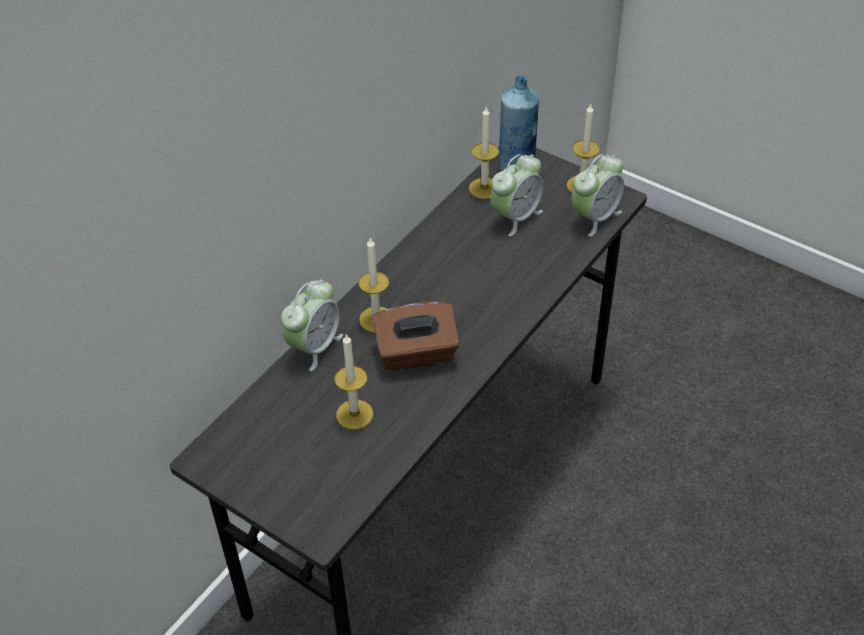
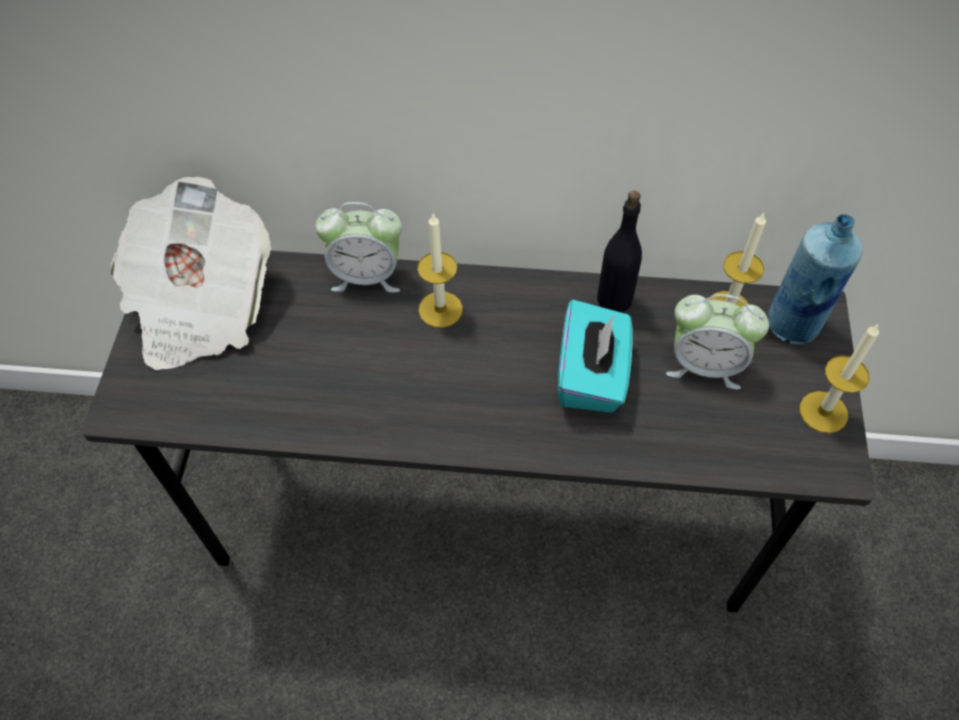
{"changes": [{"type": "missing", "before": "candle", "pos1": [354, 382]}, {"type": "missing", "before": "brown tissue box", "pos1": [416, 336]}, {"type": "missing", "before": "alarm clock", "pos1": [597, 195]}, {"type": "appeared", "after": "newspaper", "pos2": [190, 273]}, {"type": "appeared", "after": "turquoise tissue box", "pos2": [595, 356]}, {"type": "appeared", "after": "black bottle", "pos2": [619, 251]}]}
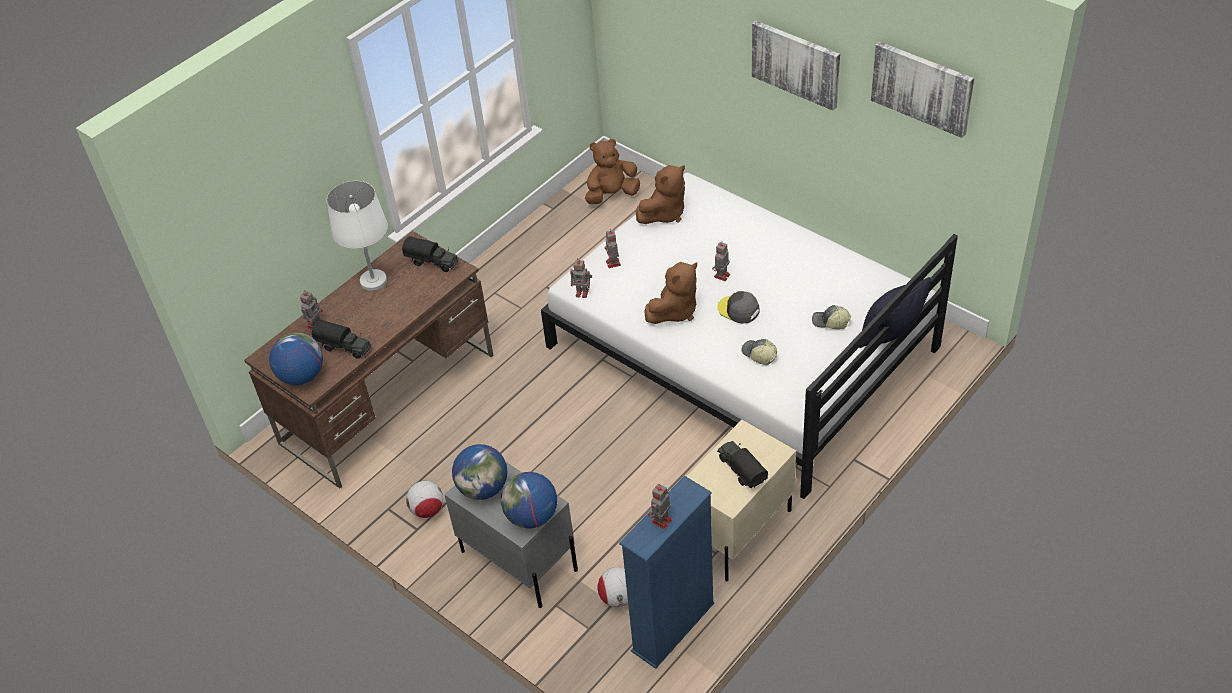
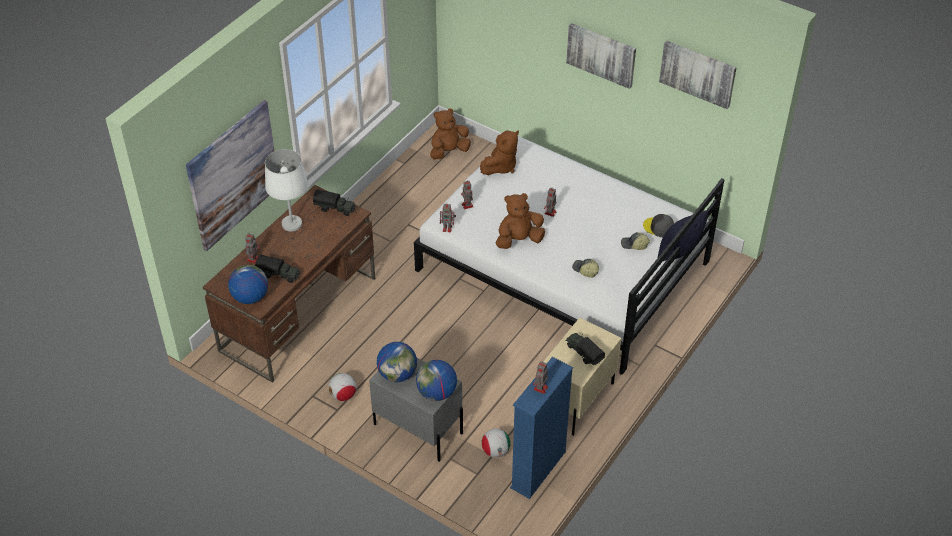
{"changes": [{"type": "spun", "before": "brown plush toy", "pos1": [670, 293], "pos2": [520, 221], "turn": -150}, {"type": "relocated", "before": "grey cap", "pos1": [738, 307], "pos2": [658, 225]}, {"type": "appeared", "after": "picture", "pos2": [230, 175]}]}
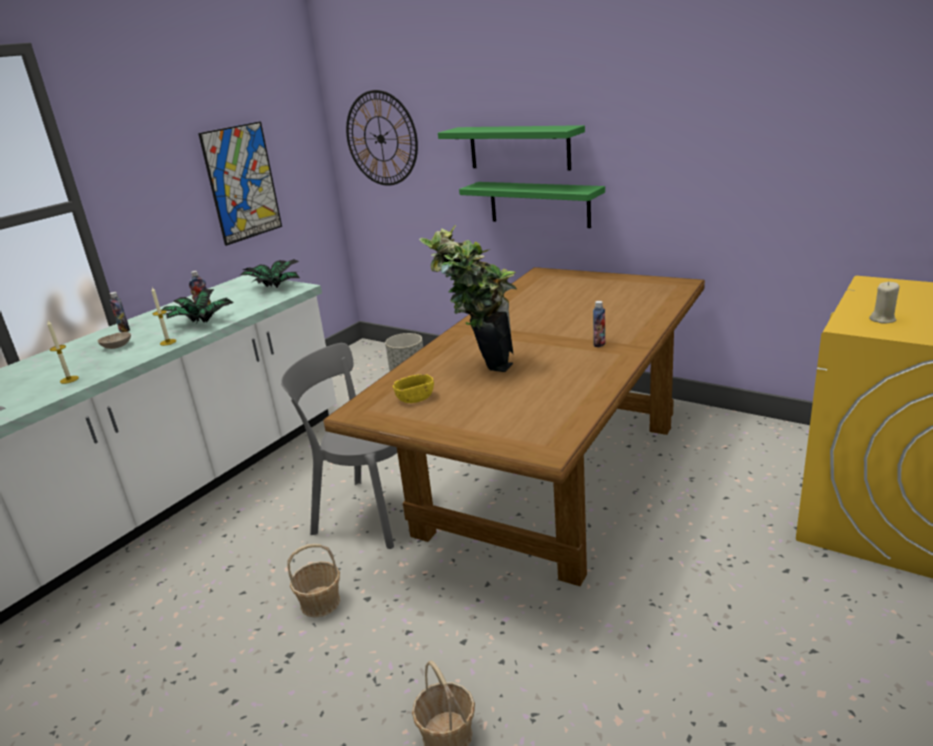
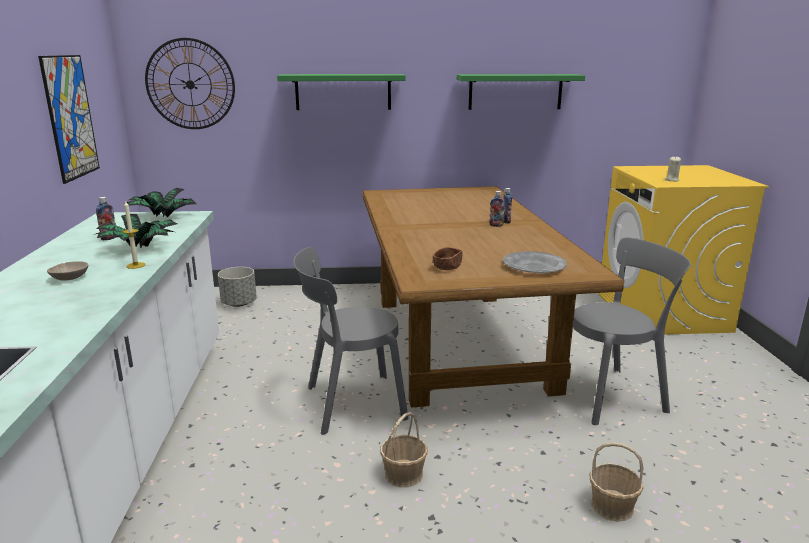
{"changes": [{"type": "missing", "before": "candle", "pos1": [63, 352]}, {"type": "relocated", "before": "bottle", "pos1": [120, 312], "pos2": [497, 209]}, {"type": "colour", "before": "yellow bowl", "after": "brown bowl", "pos1": [413, 388], "pos2": [448, 258]}, {"type": "missing", "before": "potted plant", "pos1": [468, 298]}, {"type": "relocated", "before": "green shelf", "pos1": [532, 205], "pos2": [521, 92]}, {"type": "appeared", "after": "grey plate", "pos2": [535, 262]}, {"type": "appeared", "after": "grey chair", "pos2": [632, 331]}]}
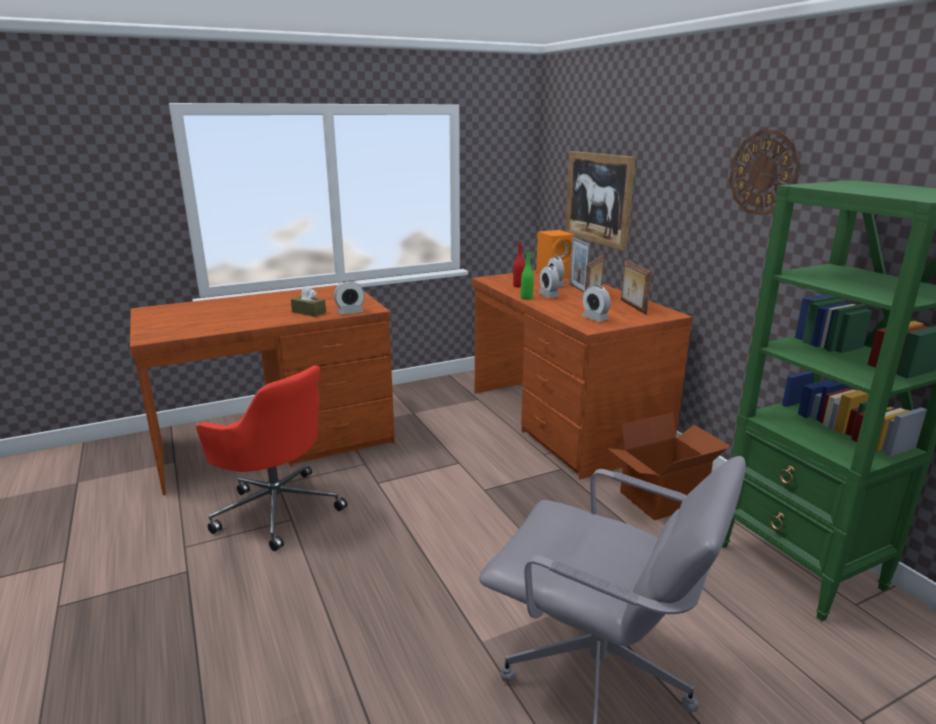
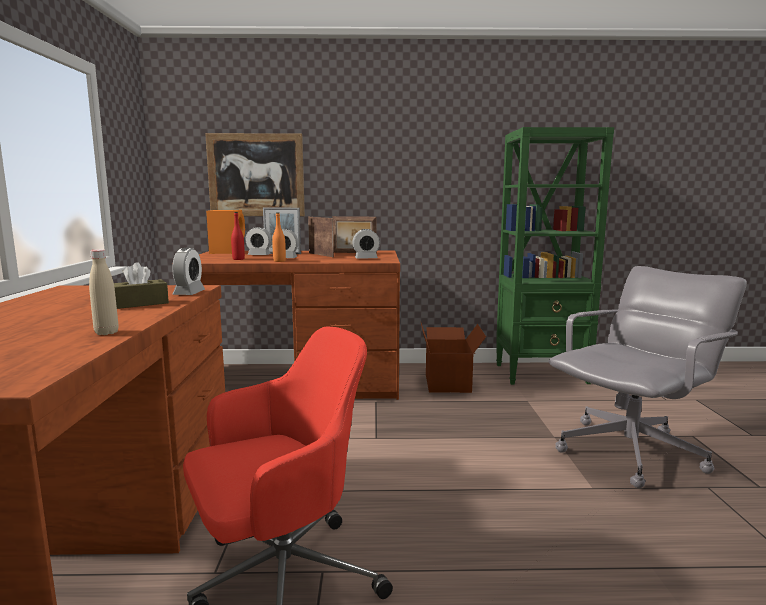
{"changes": [{"type": "colour", "before": "green bottle", "after": "orange bottle", "pos1": [527, 275], "pos2": [279, 237]}, {"type": "missing", "before": "wall clock", "pos1": [765, 173]}, {"type": "appeared", "after": "beige bottle", "pos2": [104, 292]}]}
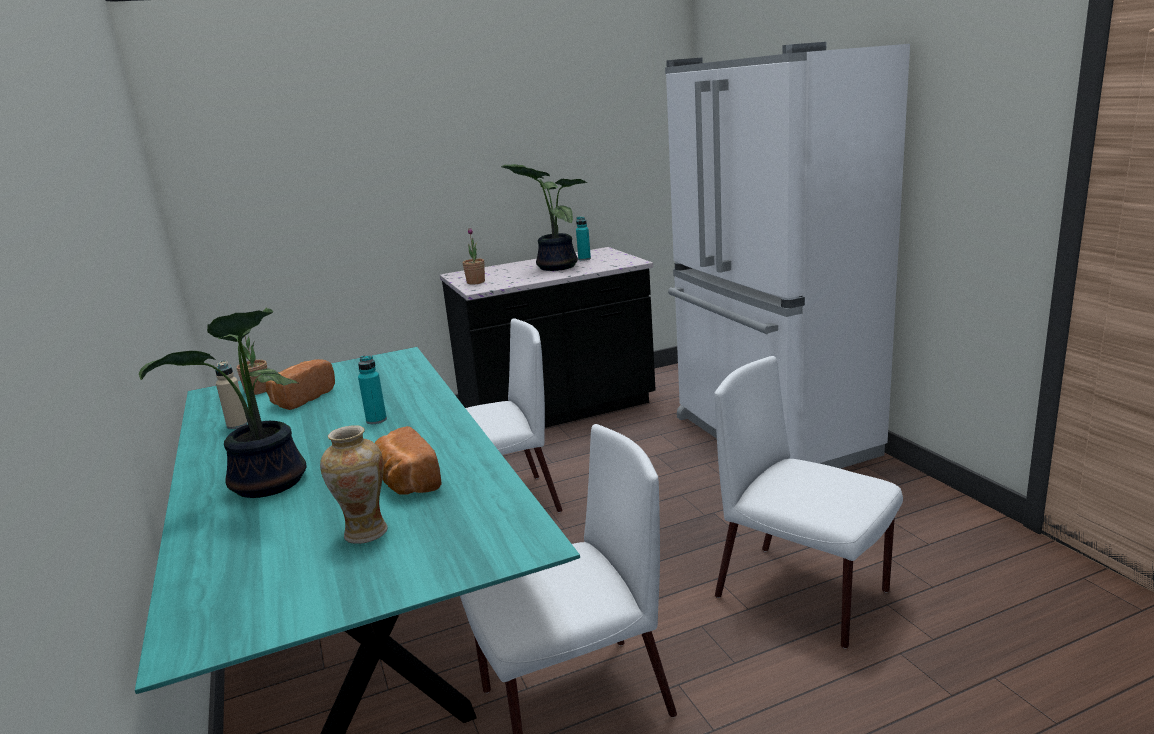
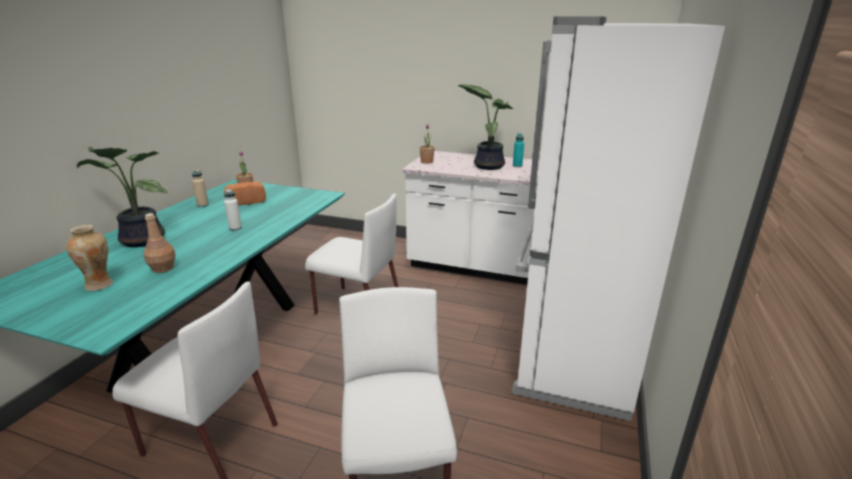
{"changes": [{"type": "colour", "before": "turquoise bottle", "after": "white bottle", "pos1": [372, 390], "pos2": [233, 209]}, {"type": "exchanged", "before": "bread", "after": "brown bottle", "pos1": [408, 460], "pos2": [159, 243]}, {"type": "colour", "before": "black counter", "after": "white counter", "pos1": [548, 337], "pos2": [471, 218]}]}
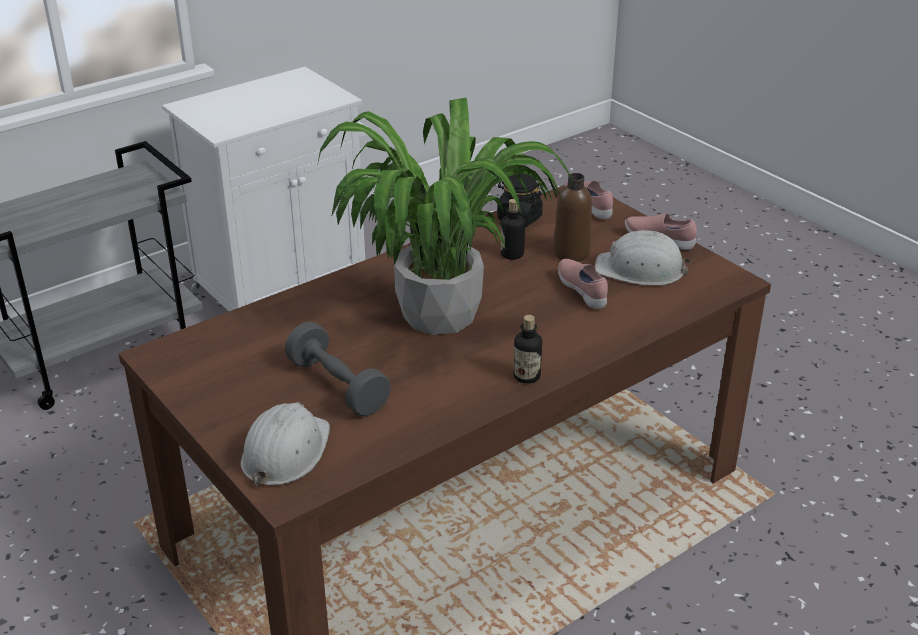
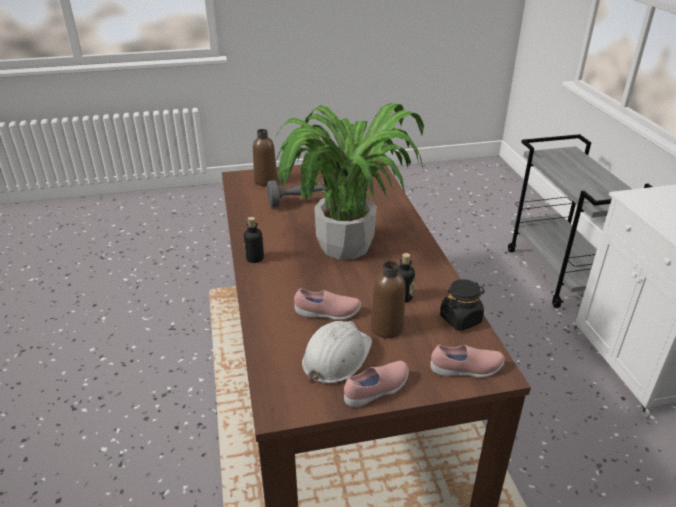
{"changes": [{"type": "exchanged", "before": "white hard hat", "after": "brown bottle", "pos1": [285, 445], "pos2": [265, 157]}]}
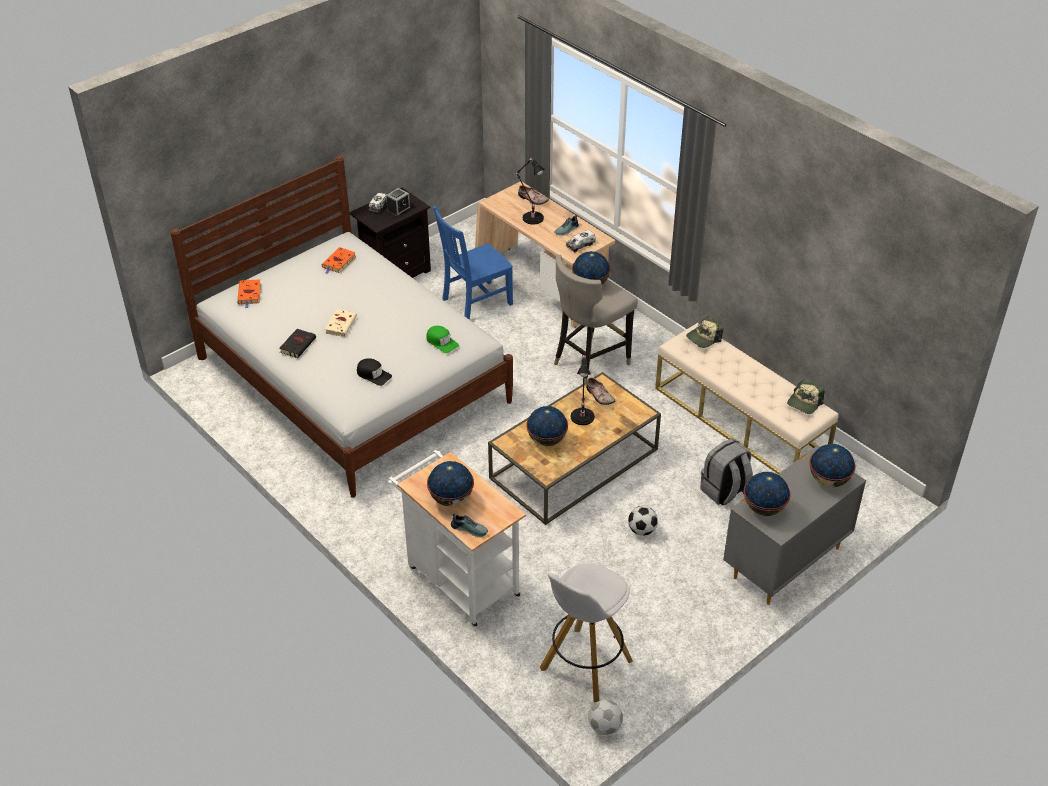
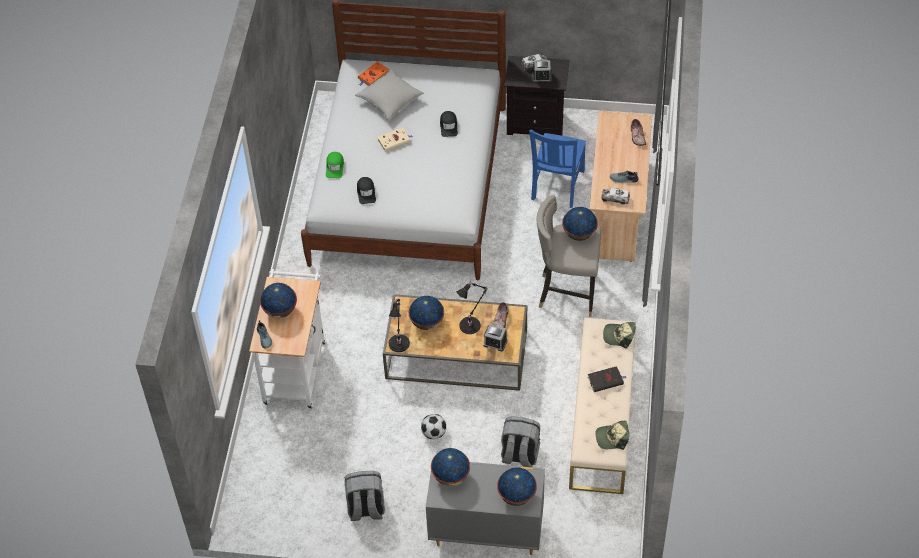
{"changes": [{"type": "relocated", "before": "black book", "pos1": [297, 343], "pos2": [607, 379]}, {"type": "missing", "before": "orange book", "pos1": [339, 260]}, {"type": "relocated", "before": "green cap", "pos1": [442, 339], "pos2": [335, 165]}, {"type": "spun", "before": "blue chair", "pos1": [473, 263], "pos2": [557, 169], "turn": -90}, {"type": "relocated", "before": "black table lamp", "pos1": [529, 191], "pos2": [399, 325]}, {"type": "missing", "before": "white stool", "pos1": [586, 633]}, {"type": "missing", "before": "football", "pos1": [605, 717]}, {"type": "appeared", "after": "grey backpack", "pos2": [365, 496]}, {"type": "appeared", "after": "grey pillow", "pos2": [389, 95]}, {"type": "appeared", "after": "black cap", "pos2": [449, 124]}, {"type": "appeared", "after": "alarm clock", "pos2": [495, 338]}]}
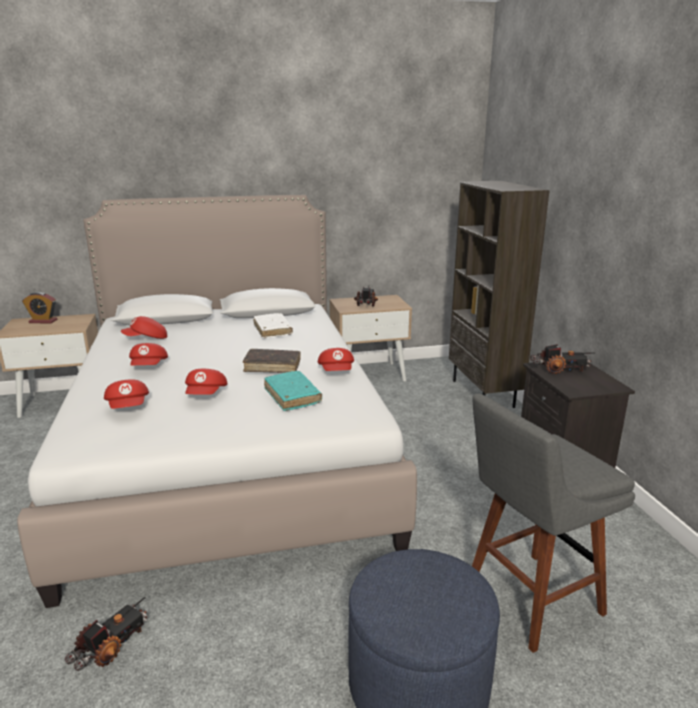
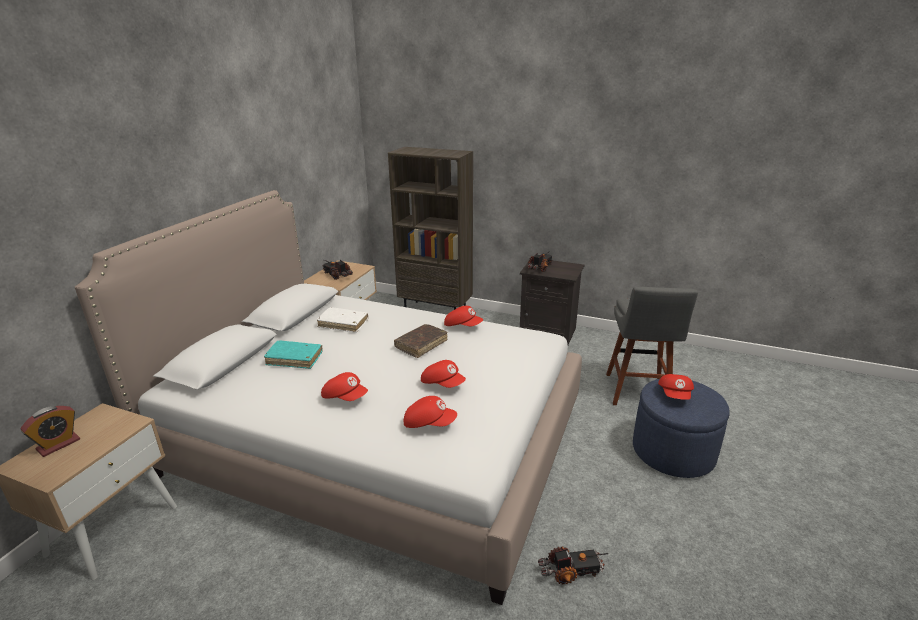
{"changes": [{"type": "spun", "before": "toy truck", "pos1": [106, 634], "pos2": [573, 566], "turn": 105}, {"type": "relocated", "before": "red cap", "pos1": [144, 327], "pos2": [676, 387]}, {"type": "relocated", "before": "turquoise book", "pos1": [293, 391], "pos2": [293, 355]}]}
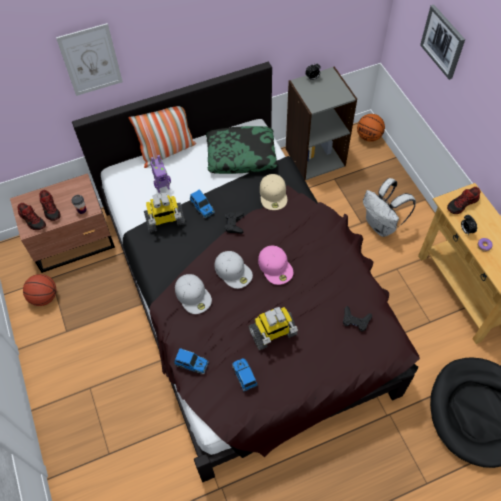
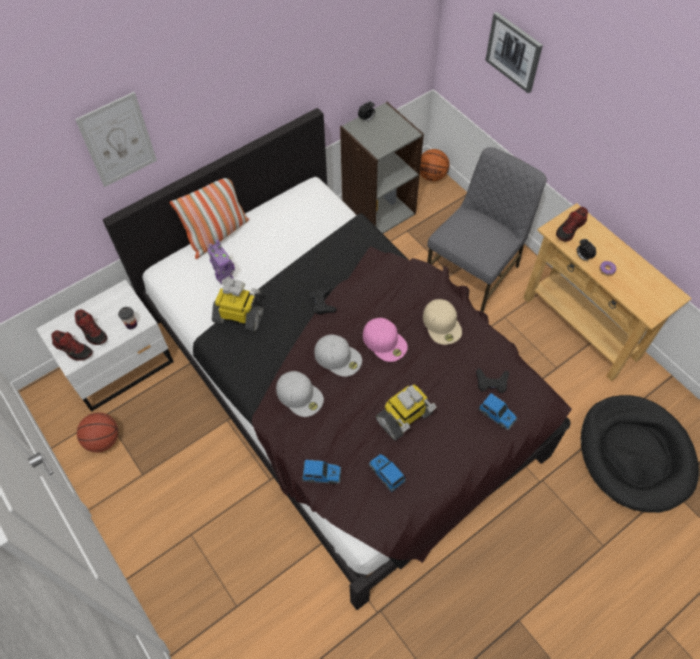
{"changes": [{"type": "colour", "before": "brown nightstand", "after": "white nightstand", "pos1": [62, 223], "pos2": [105, 345]}, {"type": "spun", "before": "toy robot", "pos1": [164, 213], "pos2": [238, 305], "turn": -135}, {"type": "relocated", "before": "toy car", "pos1": [202, 204], "pos2": [497, 411]}, {"type": "missing", "before": "pillow", "pos1": [241, 150]}, {"type": "relocated", "before": "beige cap", "pos1": [273, 192], "pos2": [442, 322]}, {"type": "exchanged", "before": "white backpack", "after": "grey chair", "pos1": [389, 207], "pos2": [487, 229]}]}
